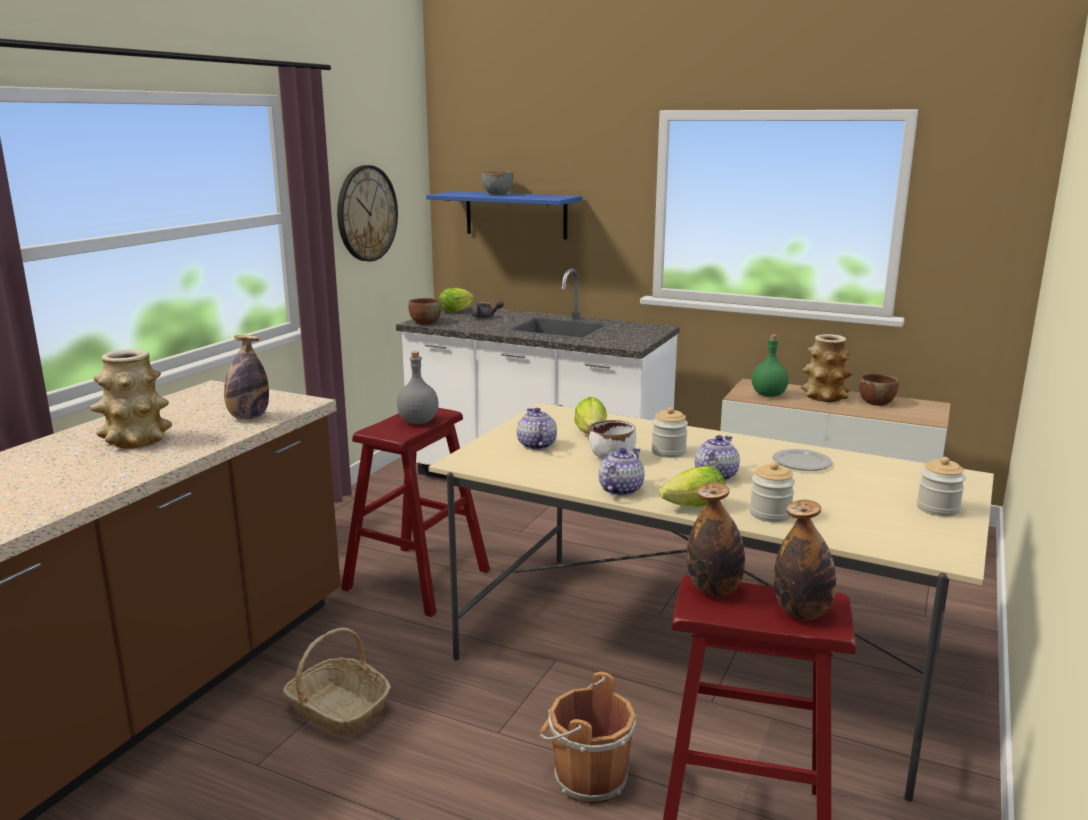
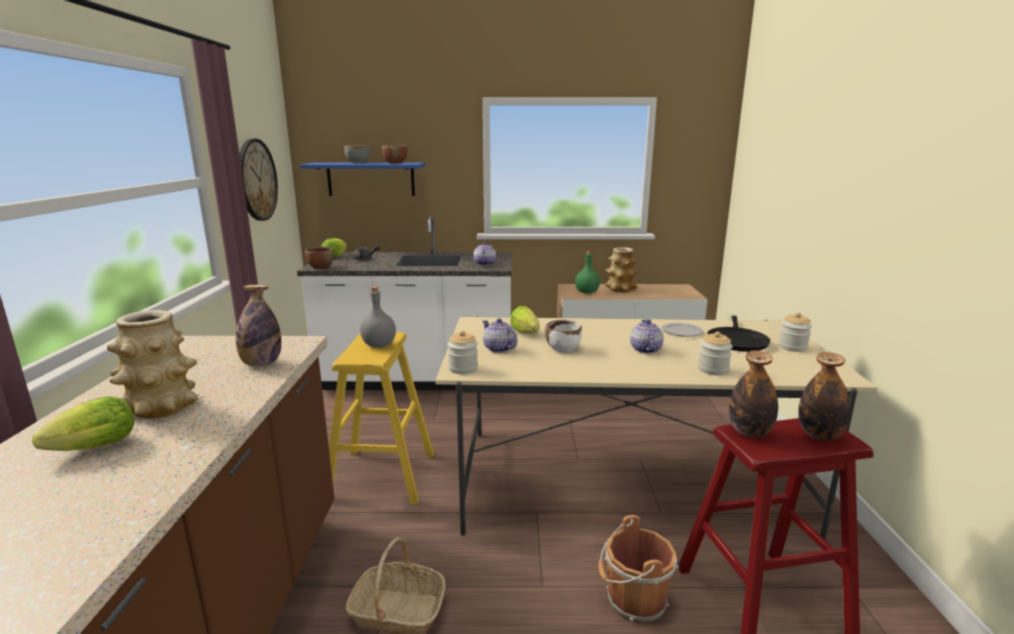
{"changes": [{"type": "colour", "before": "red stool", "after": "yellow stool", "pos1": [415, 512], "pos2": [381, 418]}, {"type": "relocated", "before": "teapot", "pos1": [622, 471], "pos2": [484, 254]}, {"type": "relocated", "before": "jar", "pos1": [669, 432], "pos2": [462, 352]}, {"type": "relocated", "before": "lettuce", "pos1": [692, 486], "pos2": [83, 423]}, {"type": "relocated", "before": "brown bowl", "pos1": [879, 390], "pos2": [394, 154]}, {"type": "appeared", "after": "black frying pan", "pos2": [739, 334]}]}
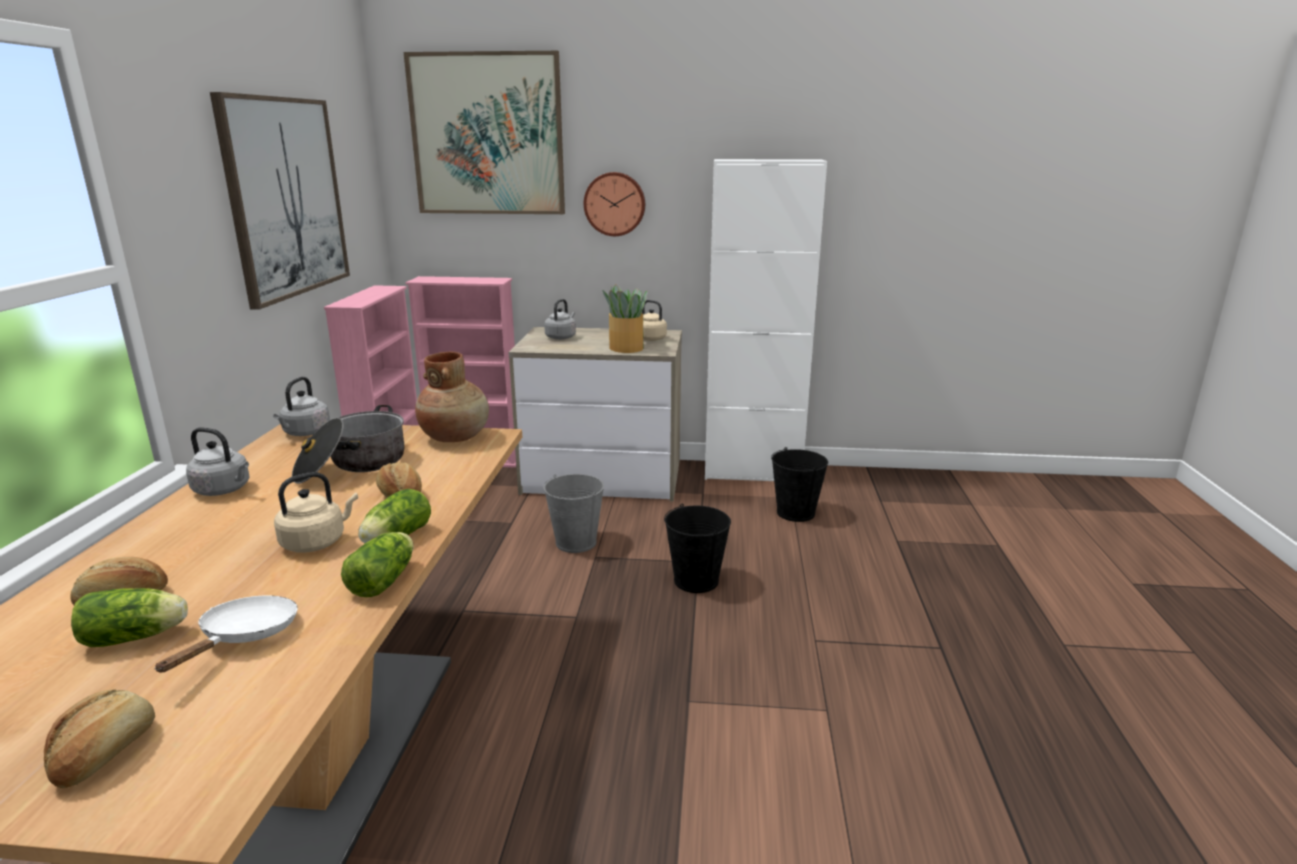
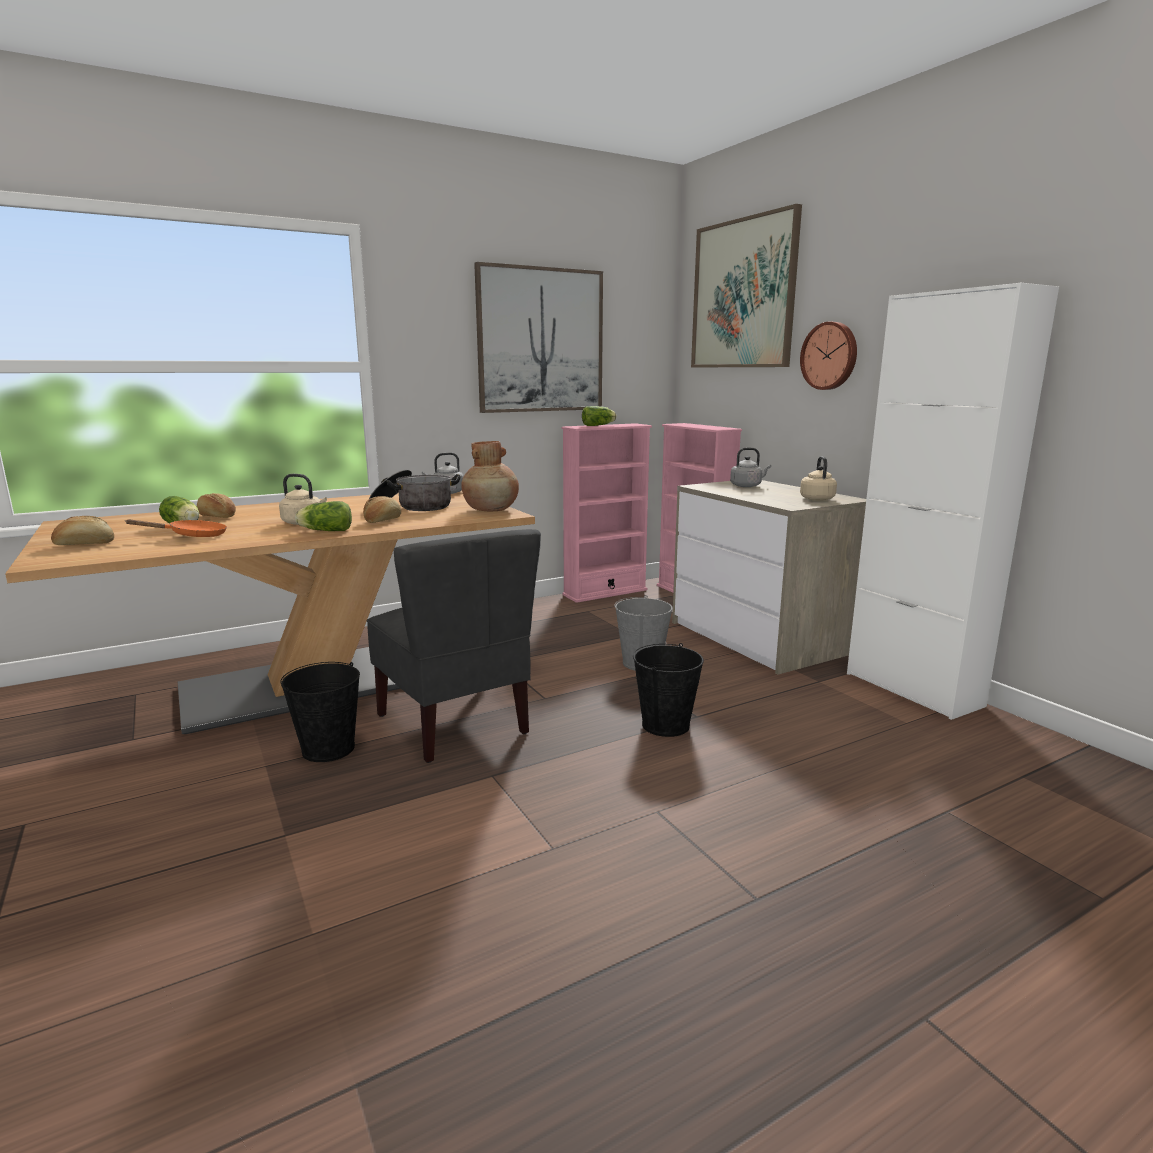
{"changes": [{"type": "colour", "before": "white frying pan", "after": "orange frying pan", "pos1": [226, 633], "pos2": [176, 528]}, {"type": "missing", "before": "grey kettle", "pos1": [217, 461]}, {"type": "relocated", "before": "lettuce", "pos1": [377, 564], "pos2": [599, 416]}, {"type": "missing", "before": "potted plant", "pos1": [625, 318]}, {"type": "relocated", "before": "black bucket", "pos1": [799, 484], "pos2": [320, 712]}, {"type": "appeared", "after": "grey chair", "pos2": [454, 646]}]}
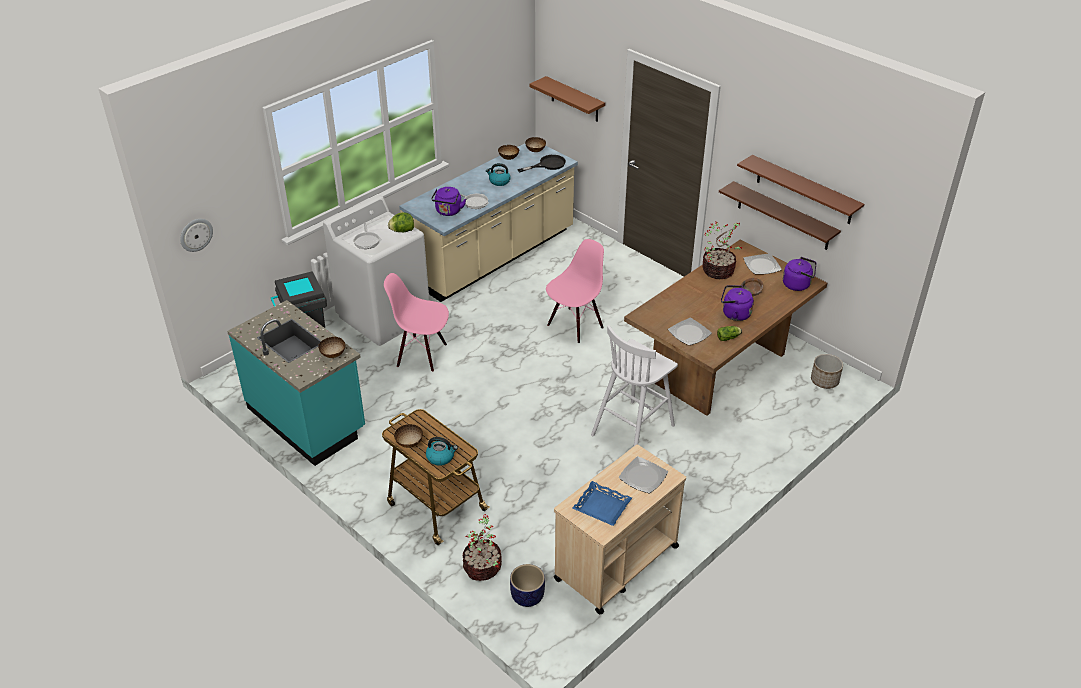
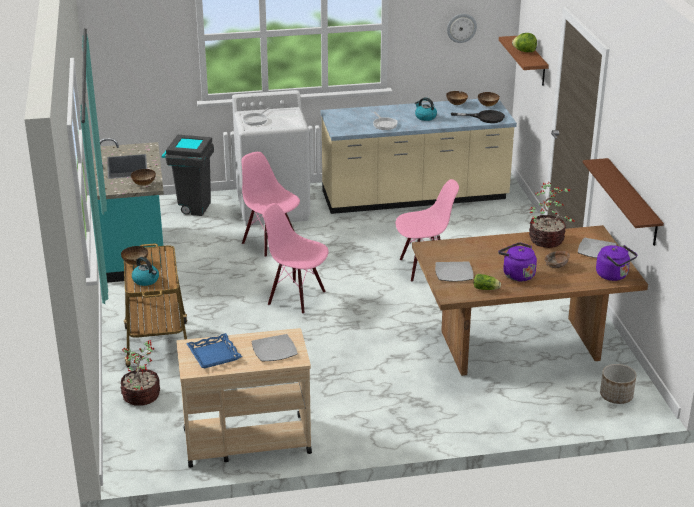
{"changes": [{"type": "relocated", "before": "wall clock", "pos1": [196, 235], "pos2": [462, 28]}, {"type": "relocated", "before": "lettuce", "pos1": [401, 222], "pos2": [524, 42]}, {"type": "missing", "before": "purple kettle", "pos1": [448, 201]}, {"type": "missing", "before": "planter", "pos1": [527, 585]}, {"type": "missing", "before": "white stool", "pos1": [634, 385]}, {"type": "missing", "before": "brown shelf", "pos1": [801, 189]}, {"type": "appeared", "after": "pink chair", "pos2": [295, 258]}]}
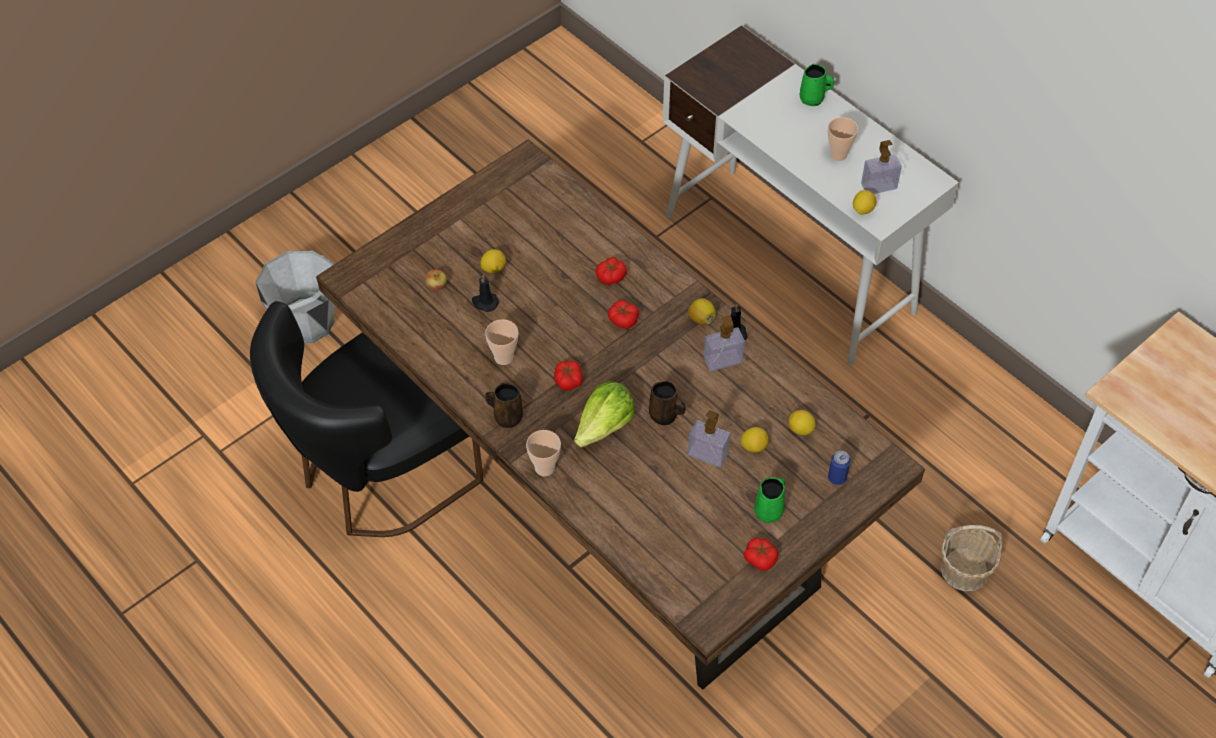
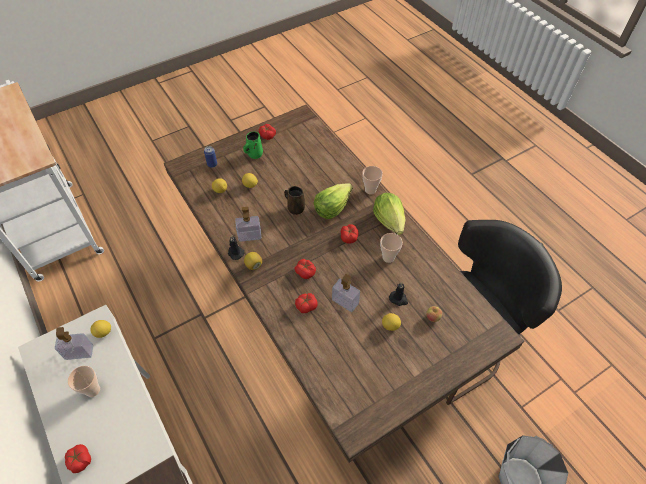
{"changes": [{"type": "exchanged", "before": "brown mug", "after": "lettuce", "pos1": [504, 405], "pos2": [389, 214]}, {"type": "relocated", "before": "soap dispenser", "pos1": [709, 439], "pos2": [346, 293]}, {"type": "exchanged", "before": "green mug", "after": "tomato", "pos1": [817, 85], "pos2": [78, 458]}, {"type": "missing", "before": "basket", "pos1": [971, 558]}]}
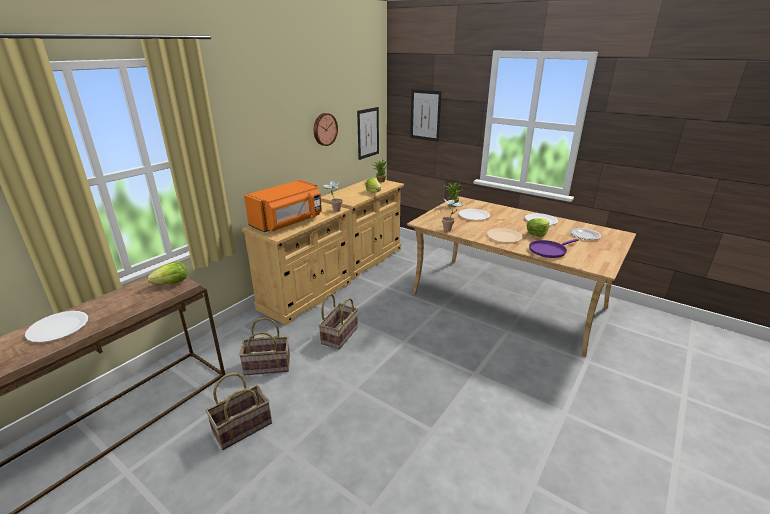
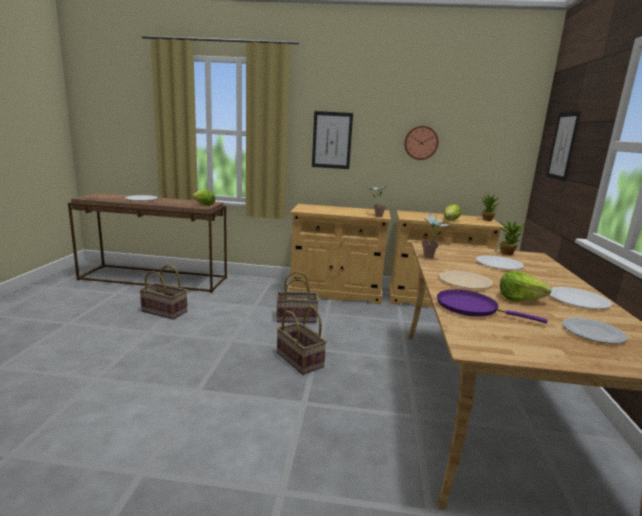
{"changes": [{"type": "relocated", "before": "basket", "pos1": [264, 347], "pos2": [302, 340]}, {"type": "missing", "before": "orange microwave", "pos1": [283, 206]}, {"type": "relocated", "before": "picture", "pos1": [368, 133], "pos2": [332, 140]}]}
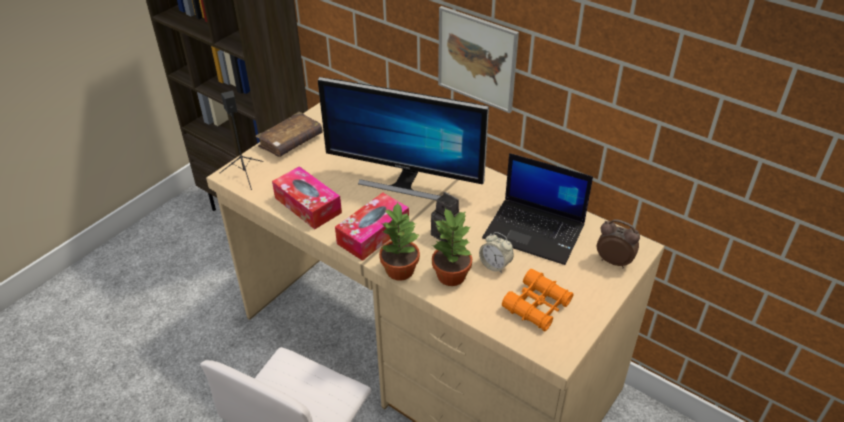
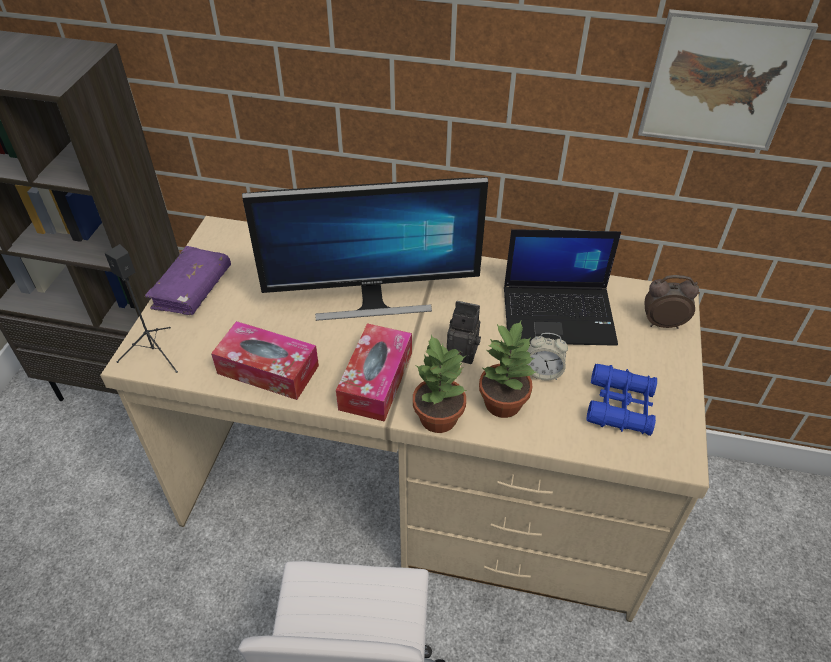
{"changes": [{"type": "colour", "before": "brown book", "after": "purple book", "pos1": [289, 134], "pos2": [188, 280]}, {"type": "relocated", "before": "picture", "pos1": [478, 59], "pos2": [728, 80]}, {"type": "colour", "before": "orange binoculars", "after": "blue binoculars", "pos1": [538, 300], "pos2": [621, 400]}]}
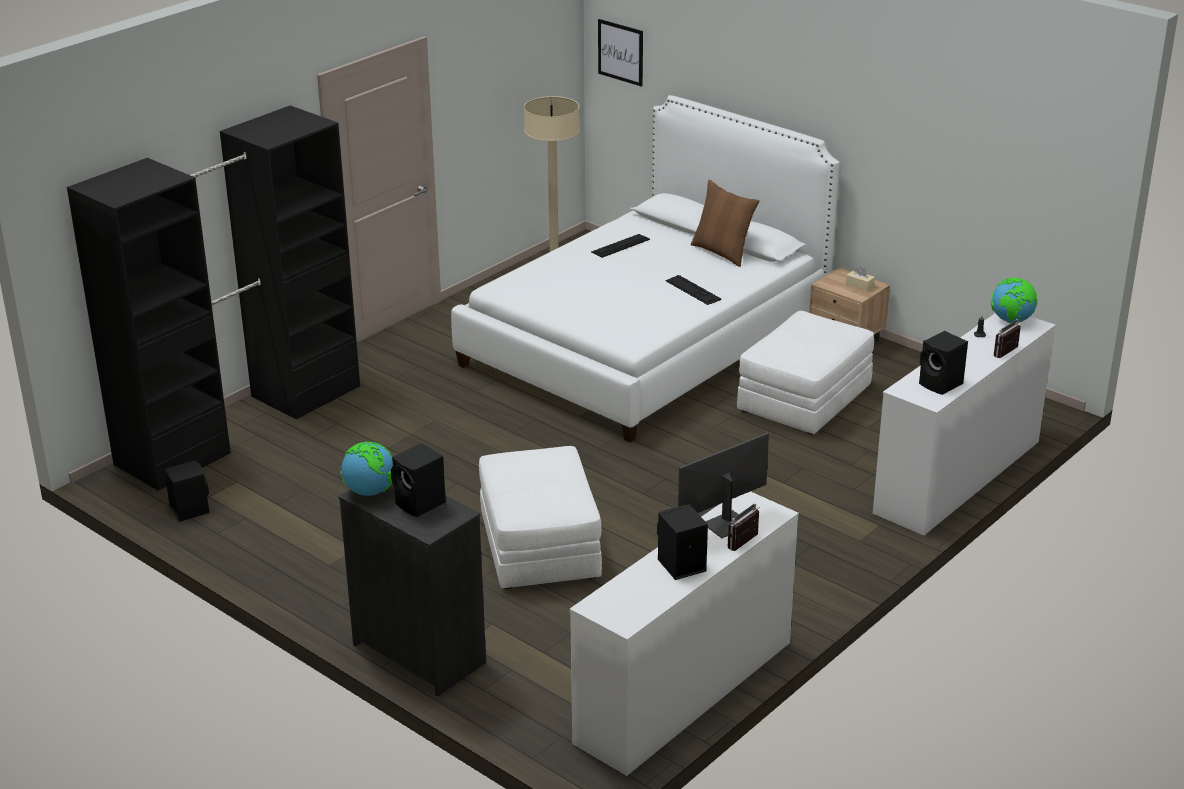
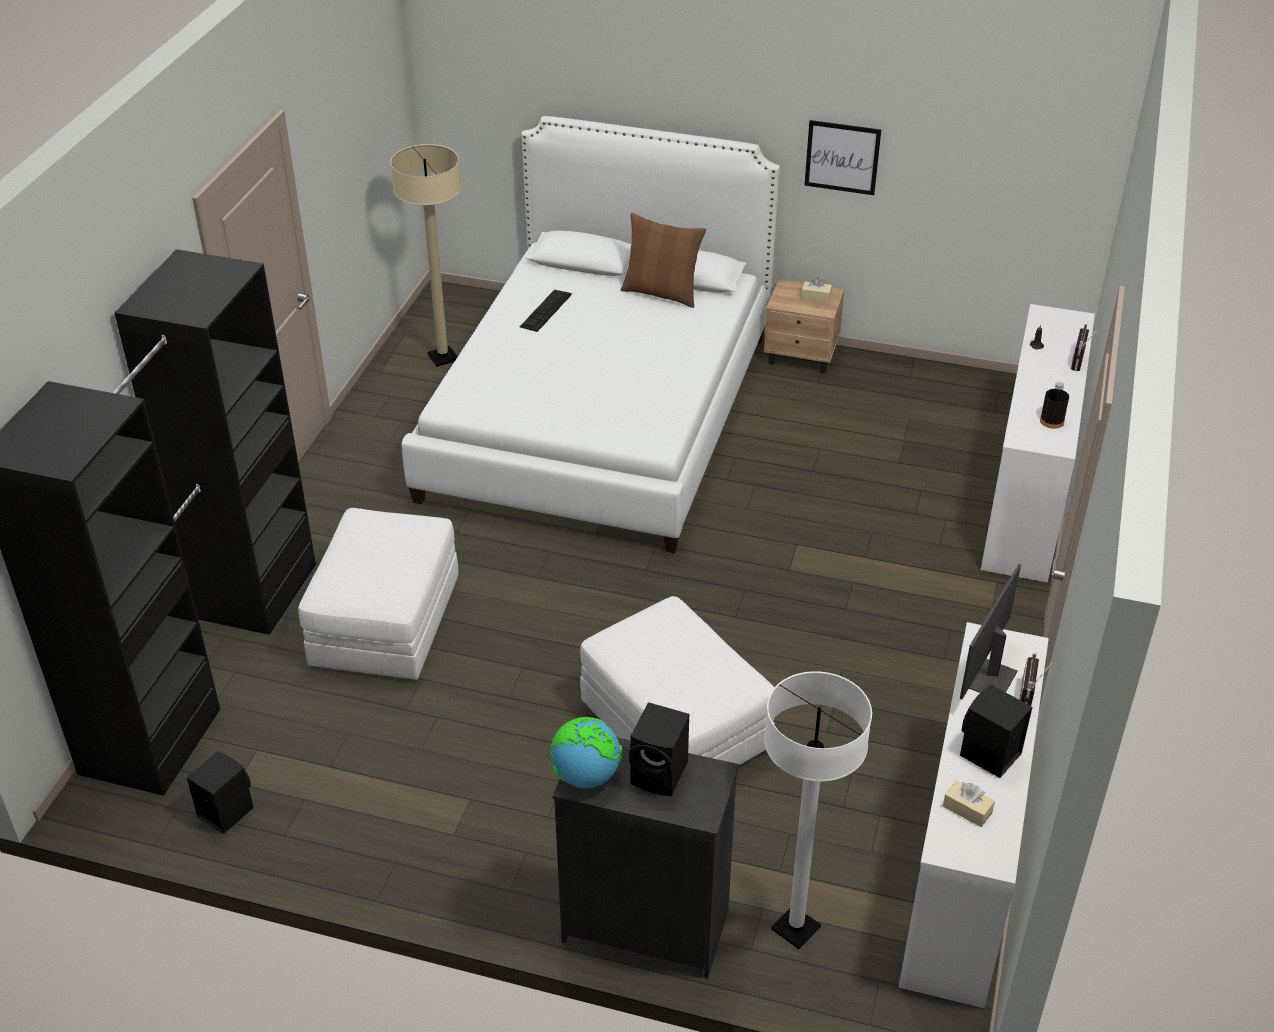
{"changes": [{"type": "relocated", "before": "picture", "pos1": [620, 53], "pos2": [842, 157]}, {"type": "missing", "before": "keyboard", "pos1": [693, 290]}, {"type": "relocated", "before": "white ottoman", "pos1": [805, 373], "pos2": [378, 594]}, {"type": "exchanged", "before": "black speaker", "after": "black bottle", "pos1": [943, 363], "pos2": [1054, 405]}, {"type": "missing", "before": "globe", "pos1": [1014, 300]}, {"type": "appeared", "after": "white floor lamp", "pos2": [818, 810]}, {"type": "appeared", "after": "beige tissue box", "pos2": [969, 803]}]}
